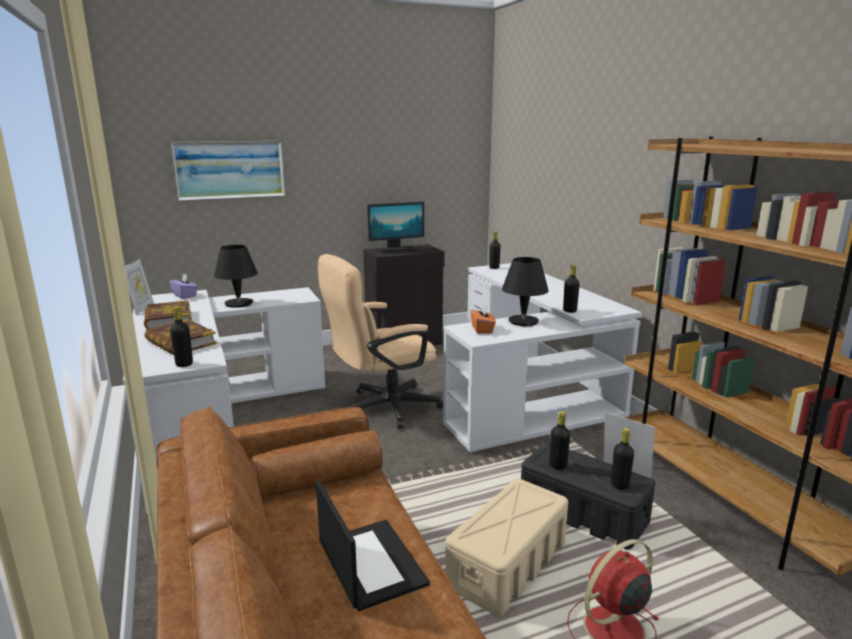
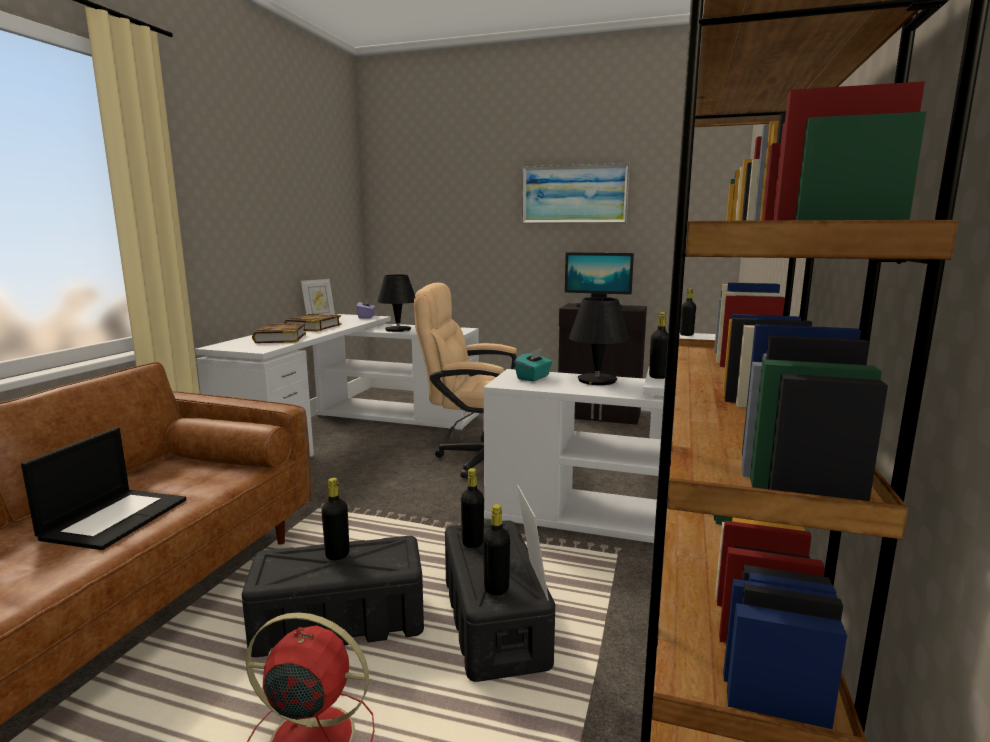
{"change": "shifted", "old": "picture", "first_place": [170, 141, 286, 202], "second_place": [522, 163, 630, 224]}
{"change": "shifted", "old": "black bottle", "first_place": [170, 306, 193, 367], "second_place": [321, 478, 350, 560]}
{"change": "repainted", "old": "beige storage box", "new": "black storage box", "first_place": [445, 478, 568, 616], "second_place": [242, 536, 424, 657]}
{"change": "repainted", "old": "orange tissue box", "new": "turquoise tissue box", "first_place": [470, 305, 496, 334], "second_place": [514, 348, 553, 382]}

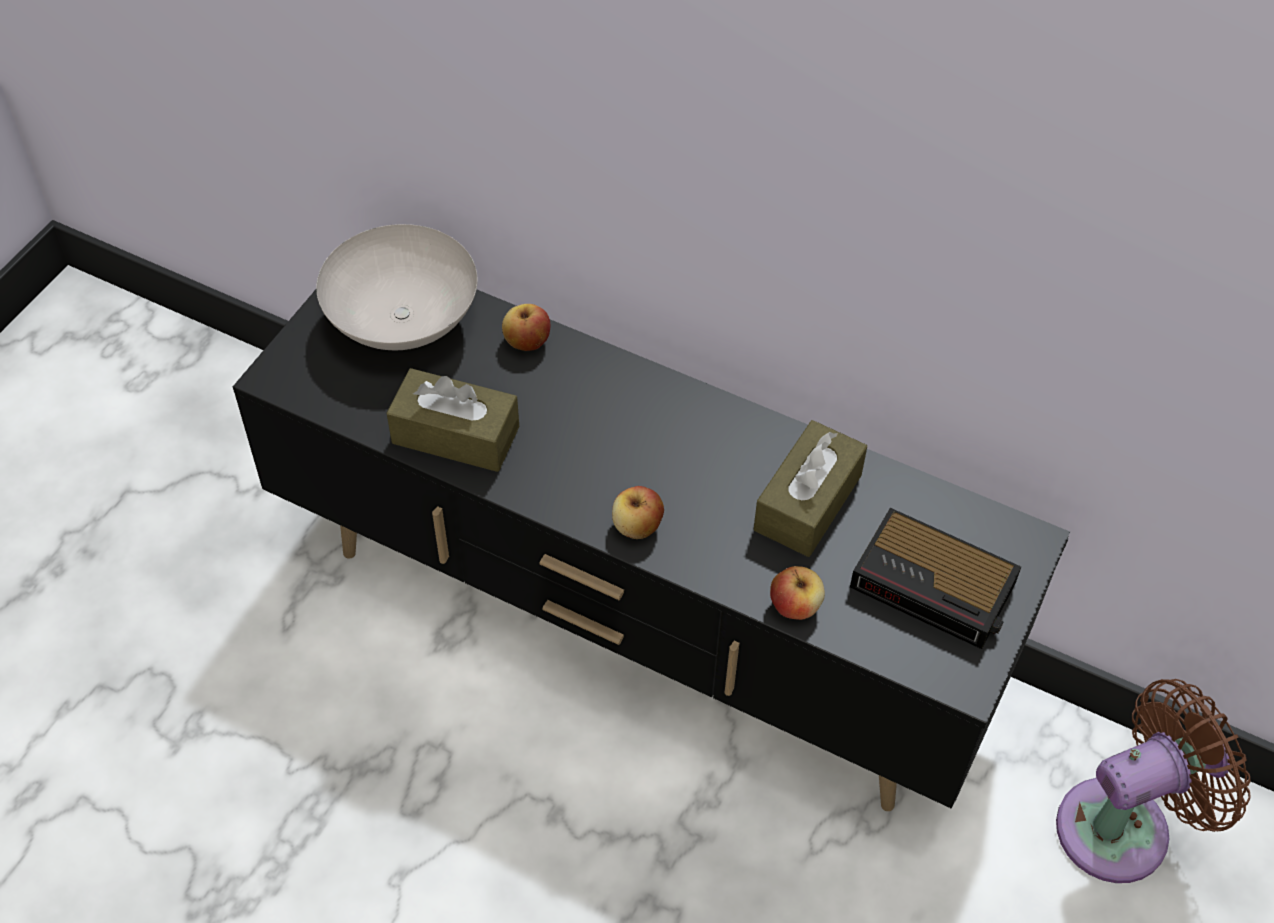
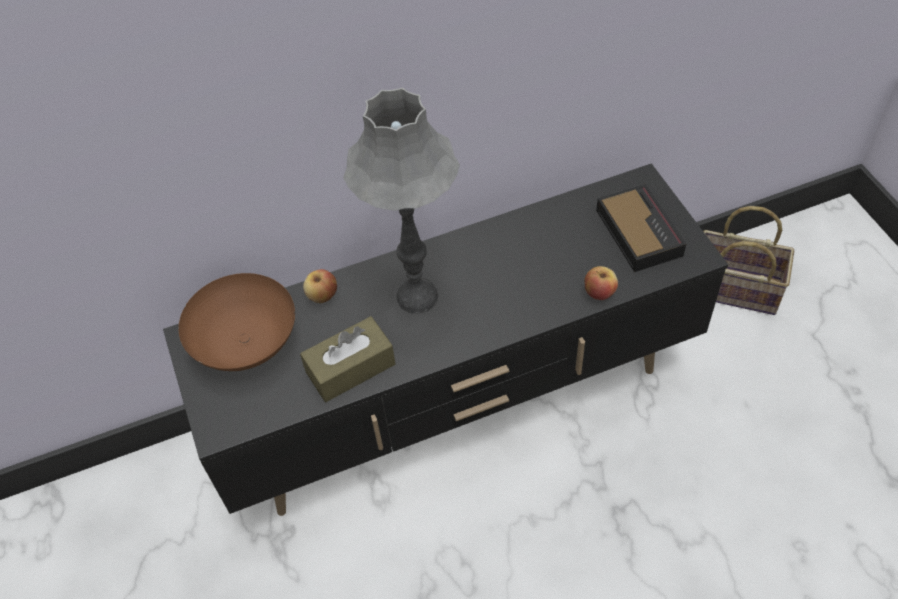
{"change": "repainted", "old": "white bowl", "new": "brown bowl", "first_place": [316, 224, 478, 350], "second_place": [178, 273, 295, 371]}
{"change": "gone", "old": "apple", "first_place": [612, 486, 664, 539]}
{"change": "gone", "old": "brown tissue box", "first_place": [754, 420, 867, 557]}
{"change": "rotated", "old": "alarm clock", "first_place": [850, 508, 1021, 649], "second_place": [596, 184, 686, 272], "degrees": -90}
{"change": "swapped", "old": "brown fan", "new": "basket", "first_place": [1056, 679, 1251, 883], "second_place": [703, 206, 794, 315]}
{"change": "new", "new": "grey table lamp", "second_place": [343, 87, 460, 314]}

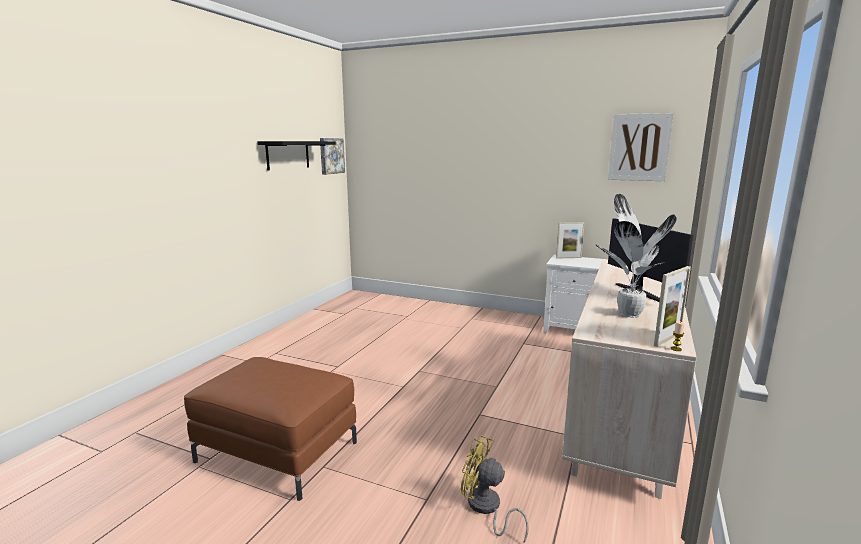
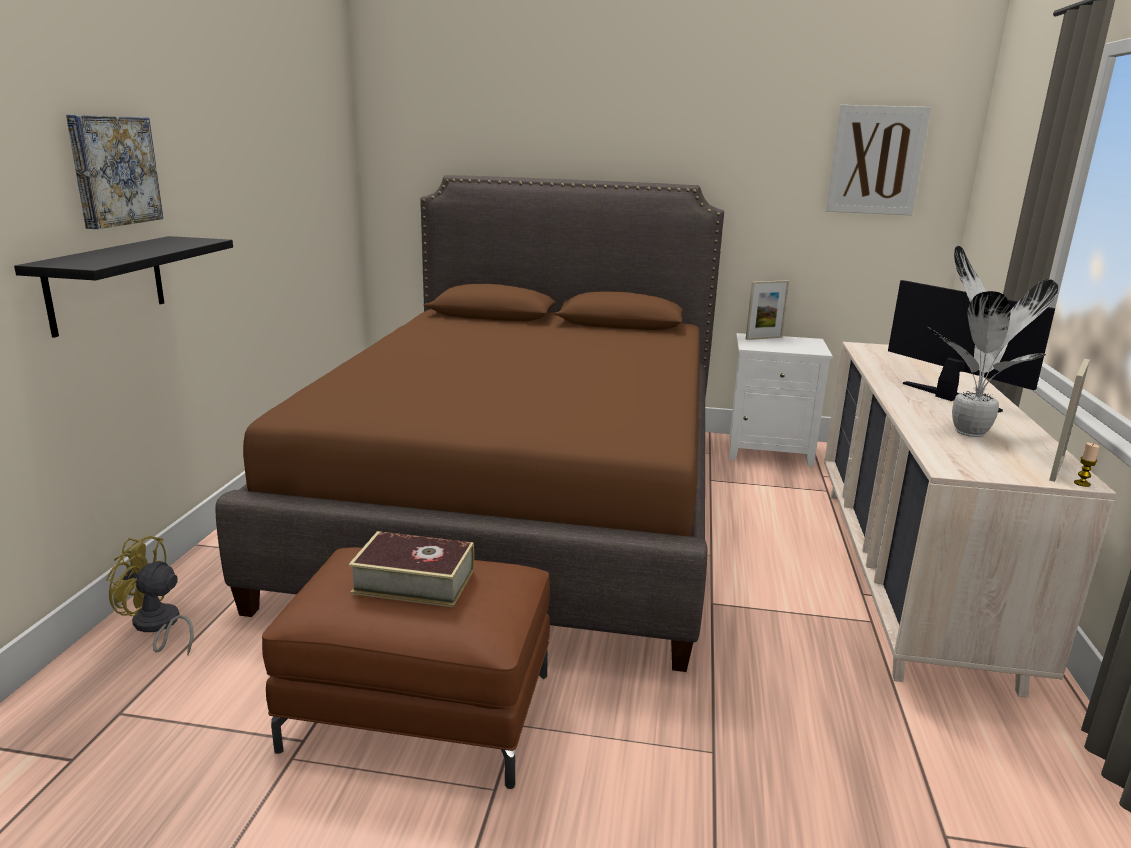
{"change": "shifted", "old": "black shelf", "first_place": [257, 141, 336, 170], "second_place": [14, 236, 233, 338]}
{"change": "shifted", "old": "picture", "first_place": [320, 138, 345, 175], "second_place": [66, 115, 163, 229]}
{"change": "shifted", "old": "yellow fan", "first_place": [461, 435, 529, 543], "second_place": [106, 536, 194, 655]}
{"change": "new", "new": "brown bed", "second_place": [215, 175, 724, 672]}
{"change": "new", "new": "book", "second_place": [349, 531, 474, 607]}

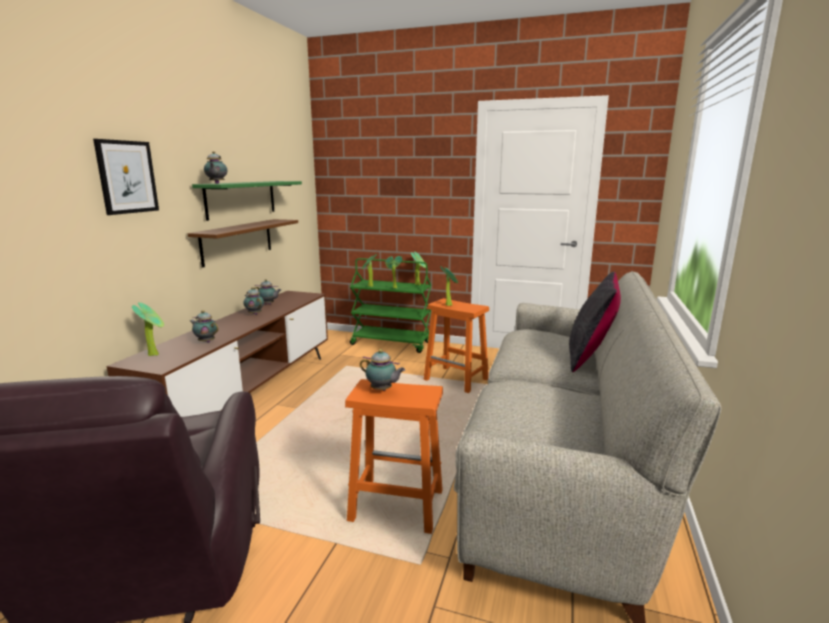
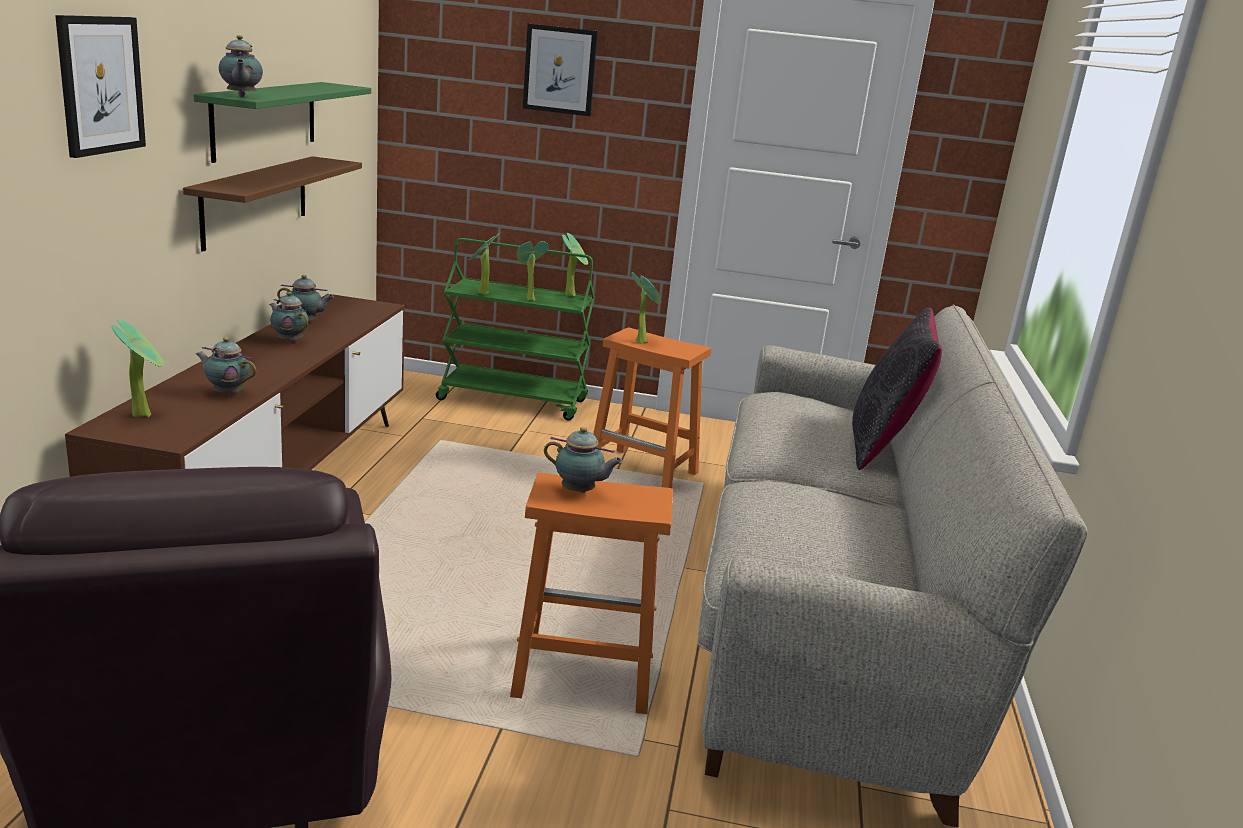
{"change": "new", "new": "picture", "second_place": [523, 24, 598, 116]}

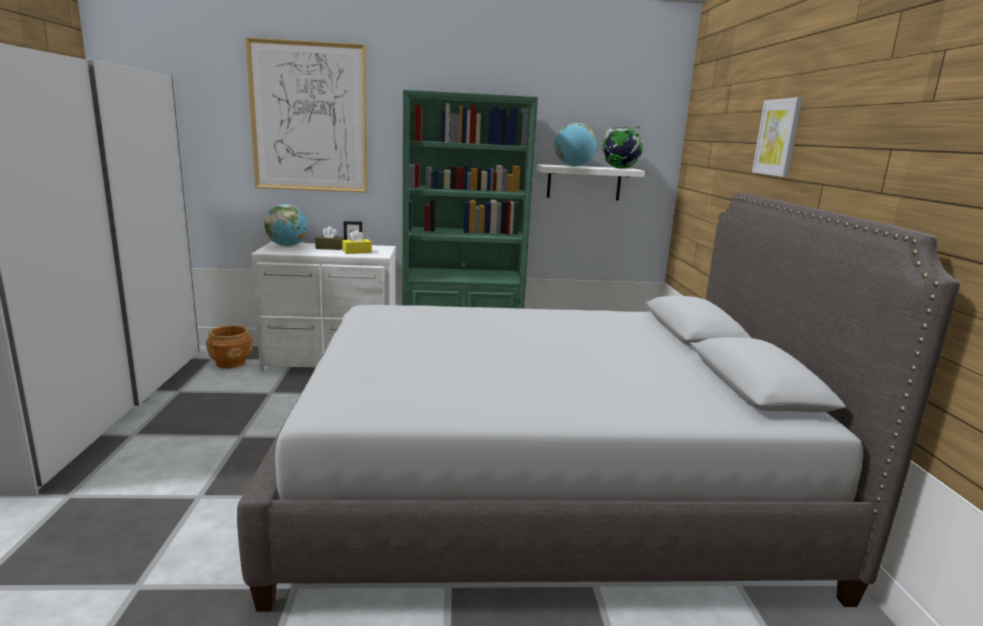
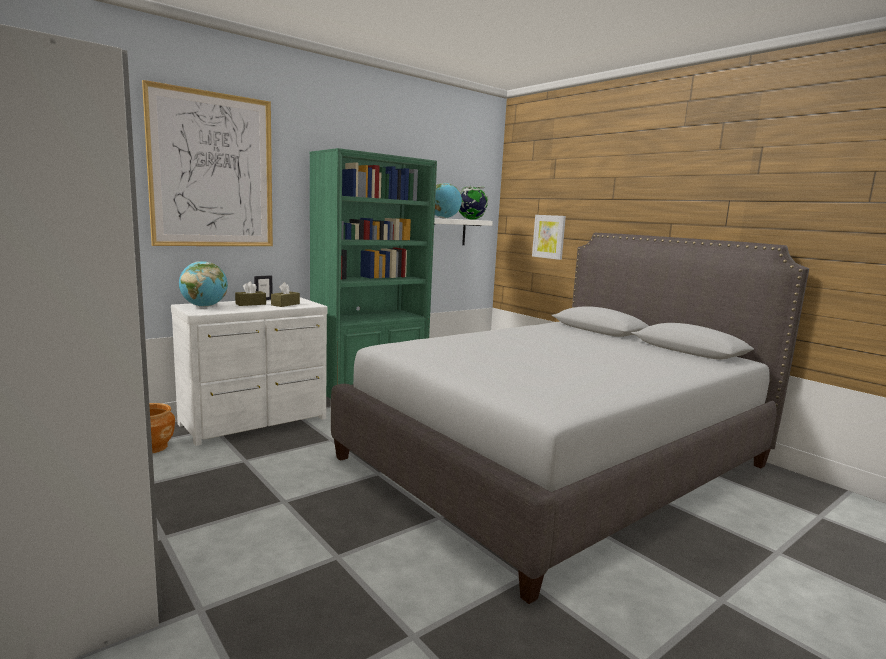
{"change": "repainted", "old": "yellow tissue box", "new": "brown tissue box", "first_place": [342, 230, 372, 254], "second_place": [271, 282, 300, 307]}
{"change": "shifted", "old": "picture", "first_place": [752, 97, 803, 177], "second_place": [532, 215, 566, 260]}

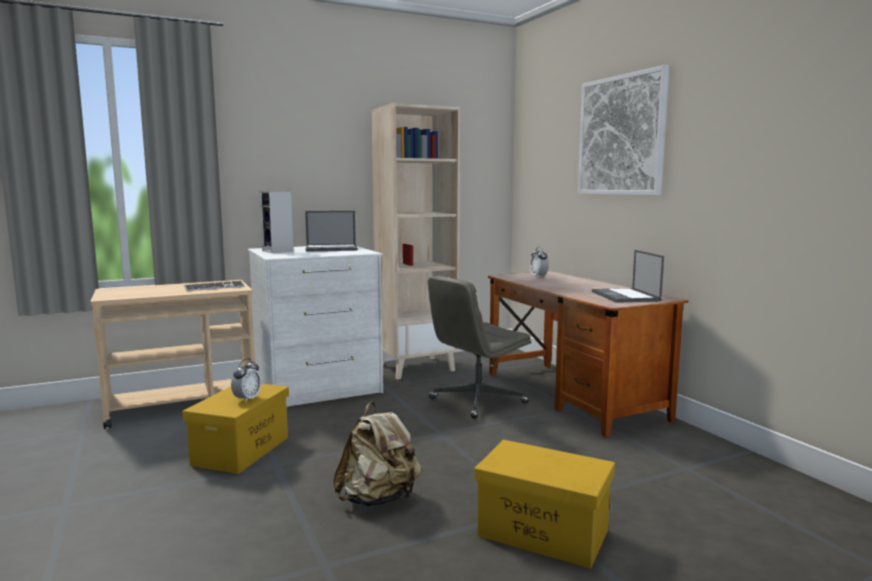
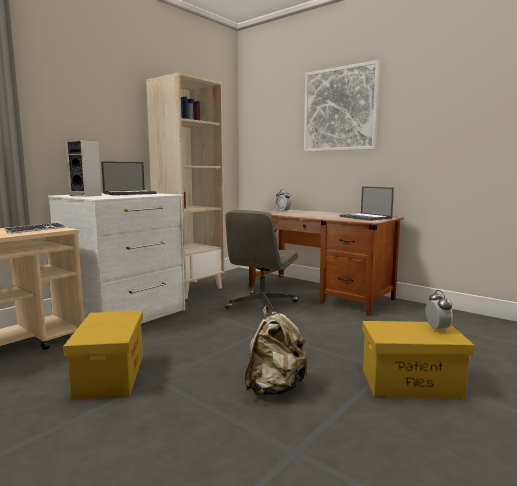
{"change": "shifted", "old": "alarm clock", "first_place": [231, 358, 261, 403], "second_place": [426, 290, 453, 332]}

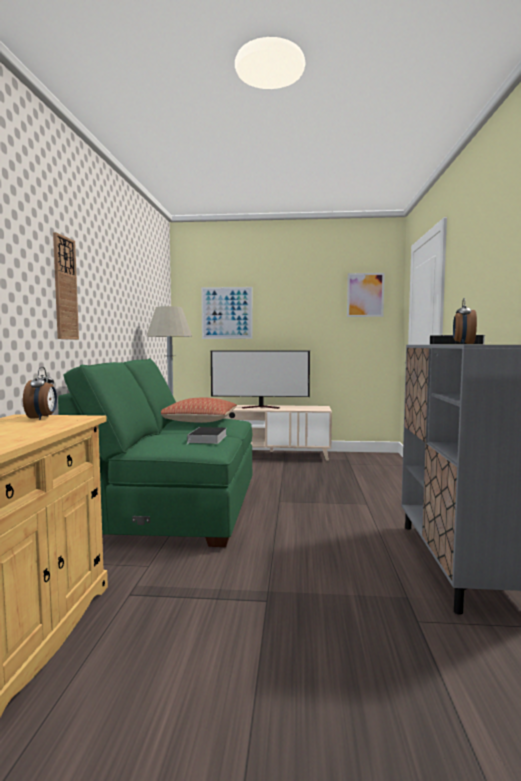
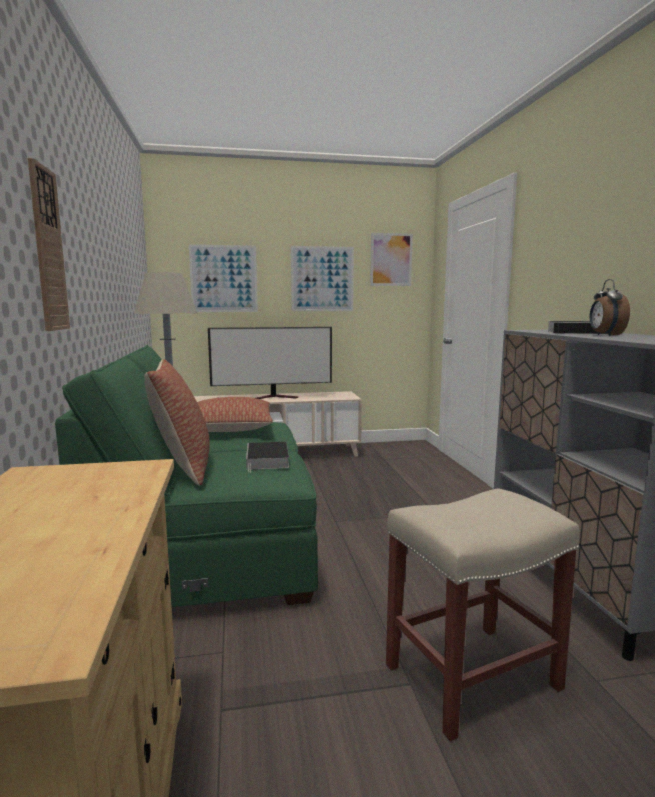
{"change": "gone", "old": "alarm clock", "first_place": [23, 367, 57, 420]}
{"change": "new", "new": "pillow", "second_place": [144, 359, 210, 486]}
{"change": "new", "new": "picture", "second_place": [291, 246, 354, 311]}
{"change": "new", "new": "beige stool", "second_place": [386, 488, 580, 742]}

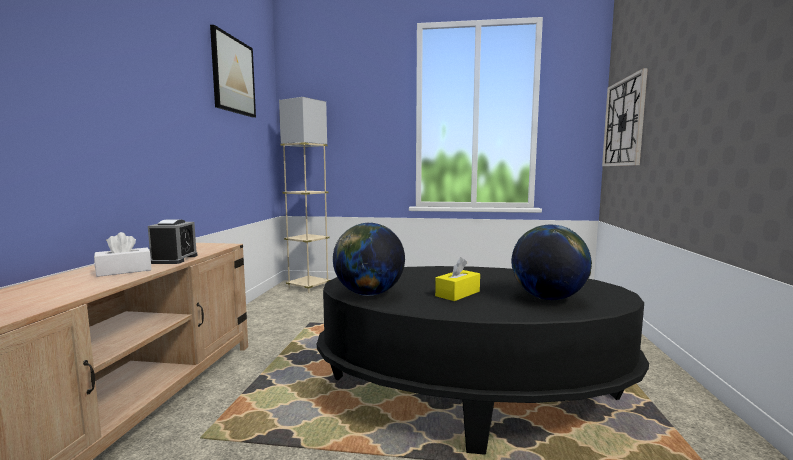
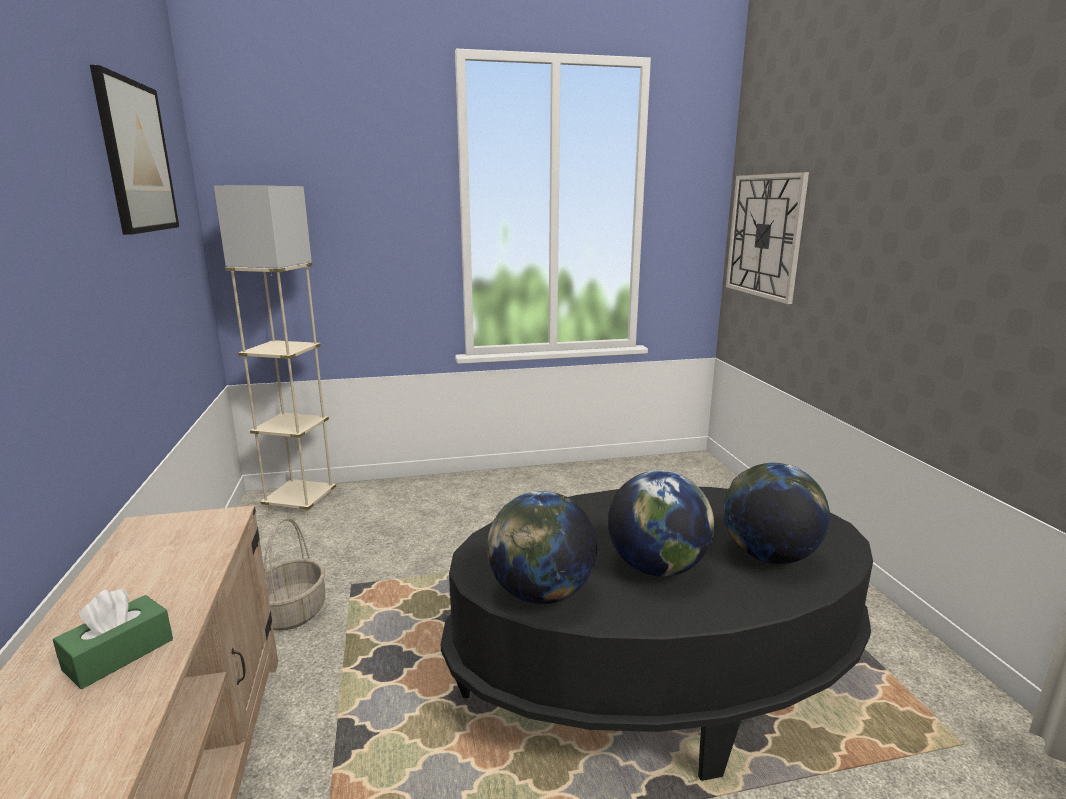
{"change": "repainted", "old": "white tissue box", "new": "green tissue box", "first_place": [94, 232, 152, 277], "second_place": [53, 589, 173, 689]}
{"change": "gone", "old": "alarm clock", "first_place": [148, 220, 197, 264]}
{"change": "swapped", "old": "yellow tissue box", "new": "globe", "first_place": [435, 257, 480, 301], "second_place": [608, 470, 714, 577]}
{"change": "new", "new": "basket", "second_place": [264, 518, 325, 631]}

